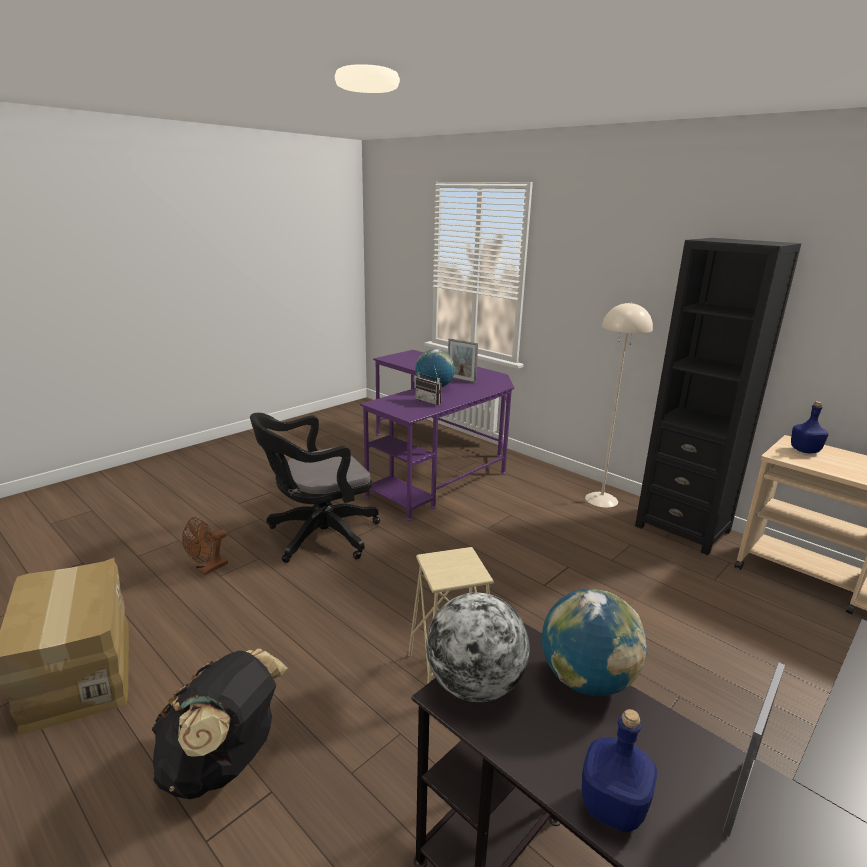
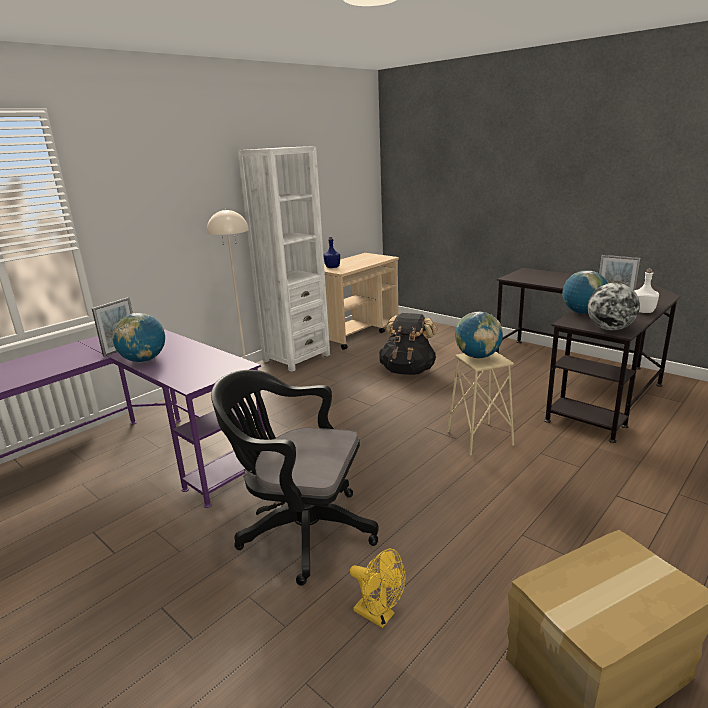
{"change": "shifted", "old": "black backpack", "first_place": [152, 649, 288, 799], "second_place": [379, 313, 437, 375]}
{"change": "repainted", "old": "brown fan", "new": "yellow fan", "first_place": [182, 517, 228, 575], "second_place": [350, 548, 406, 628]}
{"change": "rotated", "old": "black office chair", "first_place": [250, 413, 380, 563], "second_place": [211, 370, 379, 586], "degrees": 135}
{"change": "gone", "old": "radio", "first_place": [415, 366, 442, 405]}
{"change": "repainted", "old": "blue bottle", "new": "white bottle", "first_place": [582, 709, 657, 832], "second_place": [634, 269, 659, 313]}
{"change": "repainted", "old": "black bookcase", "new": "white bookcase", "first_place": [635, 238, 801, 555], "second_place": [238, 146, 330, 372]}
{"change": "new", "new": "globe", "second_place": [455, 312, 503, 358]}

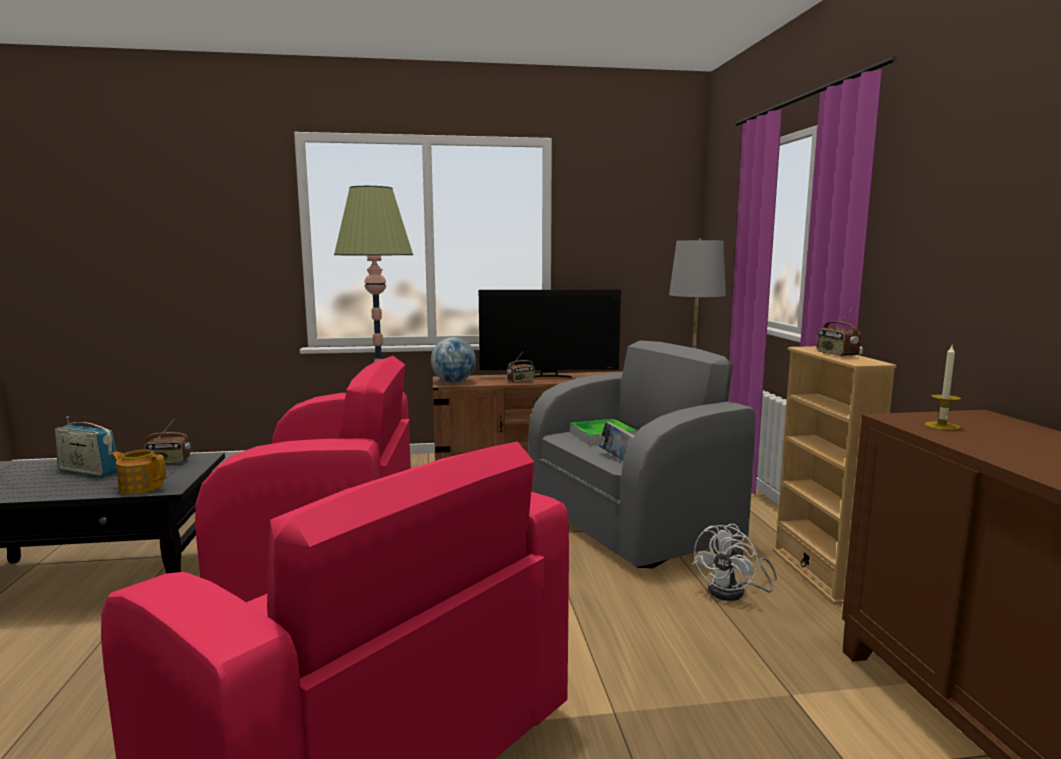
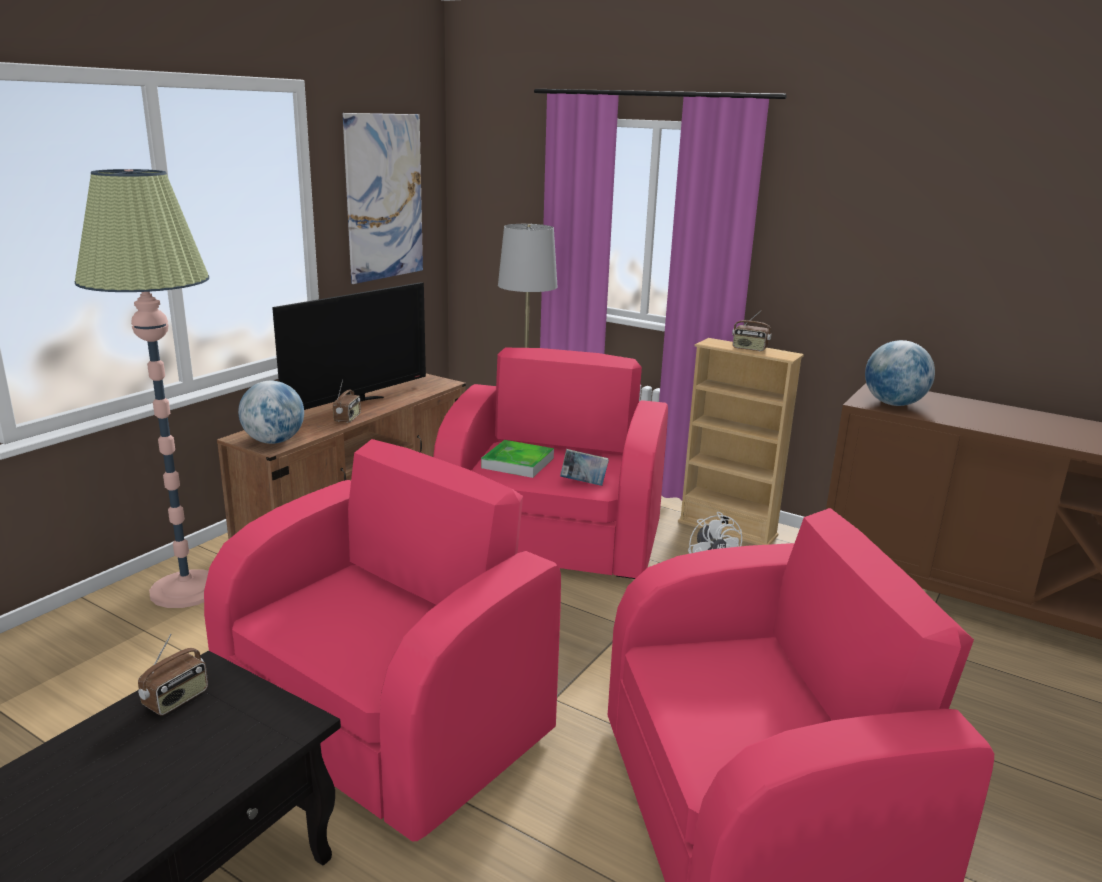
{"change": "gone", "old": "radio", "first_place": [55, 416, 117, 477]}
{"change": "gone", "old": "teapot", "first_place": [110, 450, 166, 494]}
{"change": "repainted", "old": "grey armchair", "new": "pink armchair", "first_place": [528, 340, 756, 568], "second_place": [433, 348, 668, 579]}
{"change": "swapped", "old": "candle", "new": "globe", "first_place": [925, 346, 961, 430], "second_place": [865, 340, 935, 406]}
{"change": "new", "new": "picture", "second_place": [343, 113, 423, 284]}

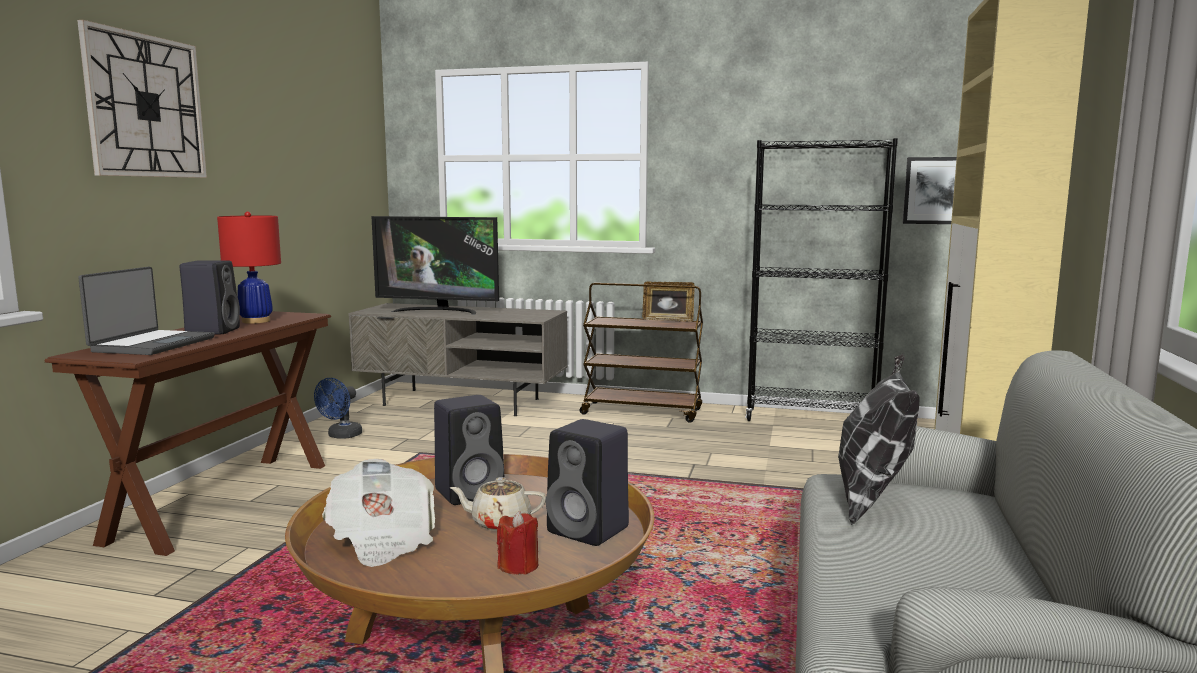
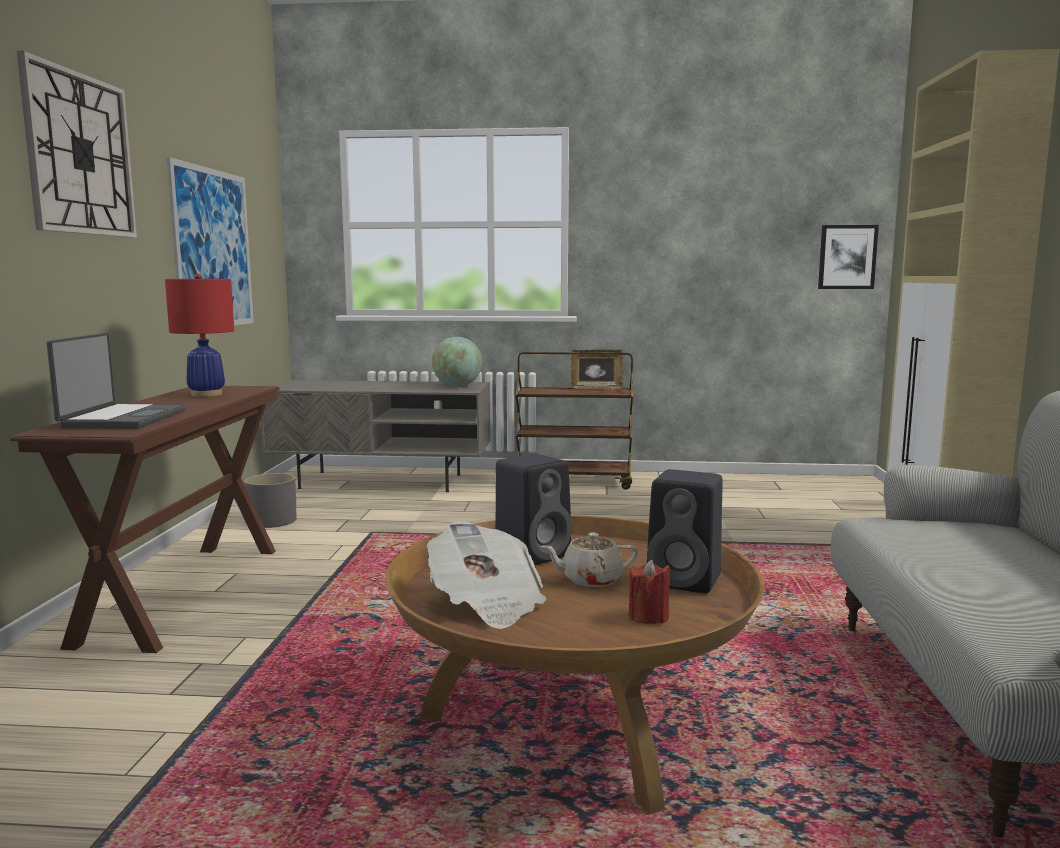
{"change": "gone", "old": "black speaker", "first_place": [180, 260, 240, 334]}
{"change": "swapped", "old": "blue fan", "new": "grey planter", "first_place": [314, 378, 362, 439], "second_place": [245, 473, 297, 528]}
{"change": "gone", "old": "television", "first_place": [371, 216, 499, 315]}
{"change": "gone", "old": "black bookcase", "first_place": [745, 138, 898, 421]}
{"change": "gone", "old": "pillow", "first_place": [838, 354, 920, 525]}
{"change": "new", "new": "picture", "second_place": [167, 157, 254, 326]}
{"change": "new", "new": "globe", "second_place": [432, 337, 482, 387]}

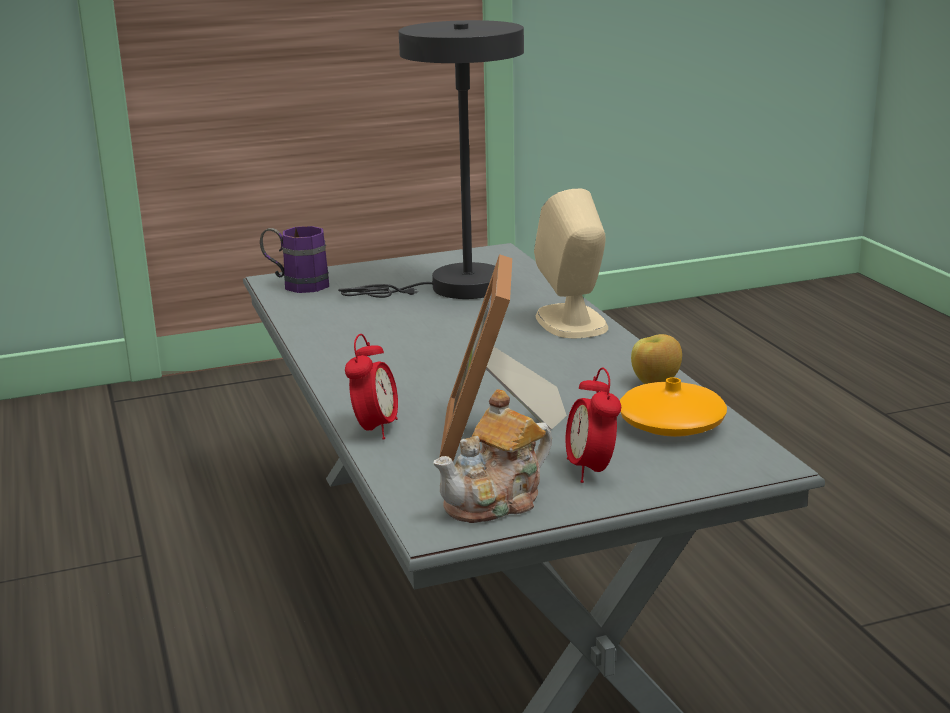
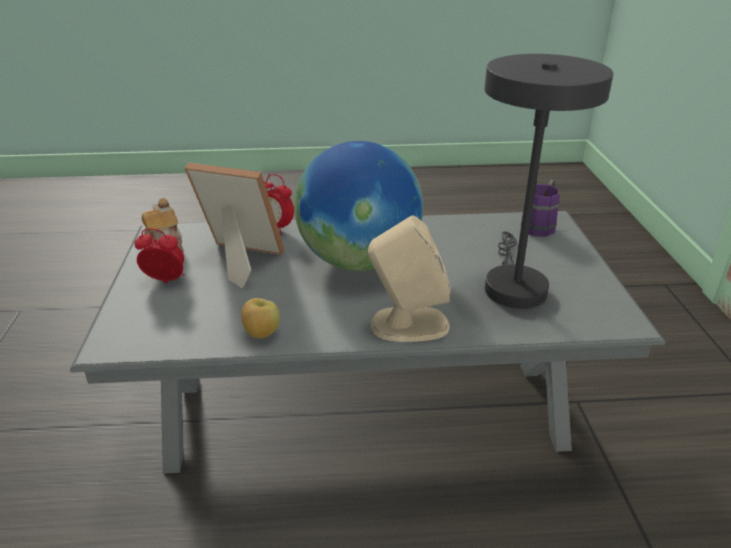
{"change": "gone", "old": "orange vase", "first_place": [620, 377, 727, 437]}
{"change": "new", "new": "globe", "second_place": [294, 141, 423, 271]}

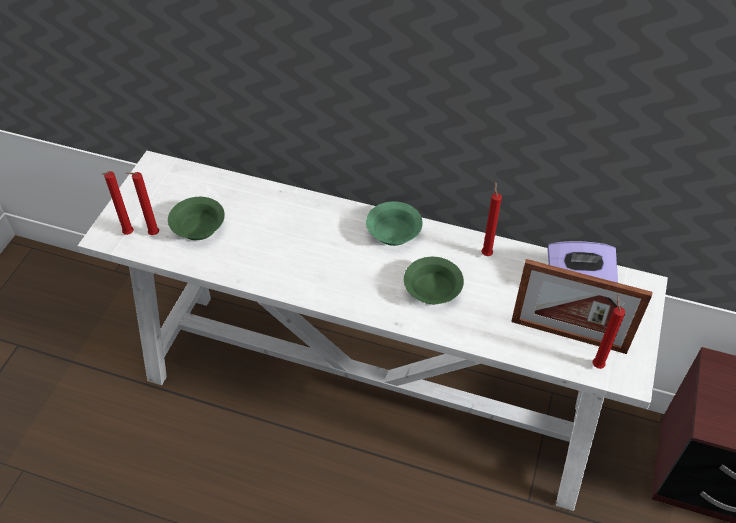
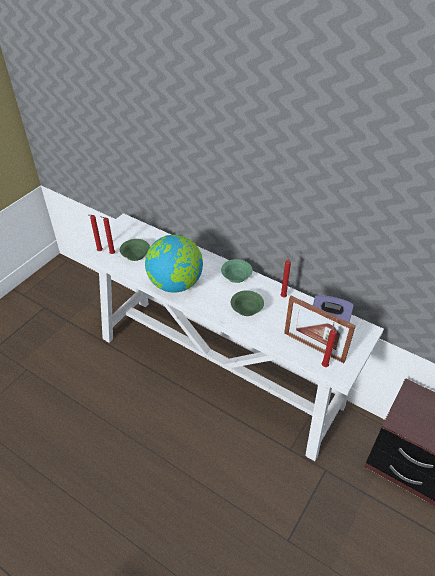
{"change": "new", "new": "globe", "second_place": [145, 235, 203, 293]}

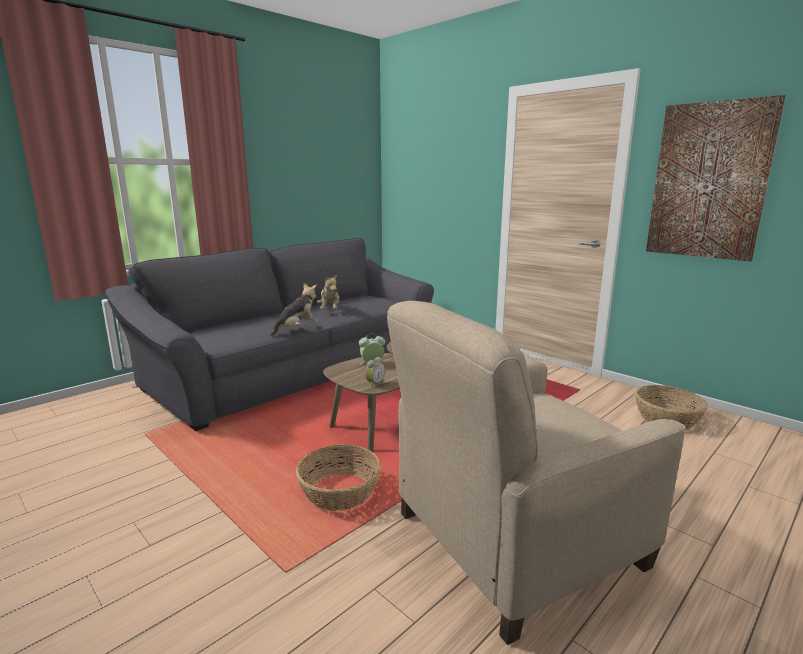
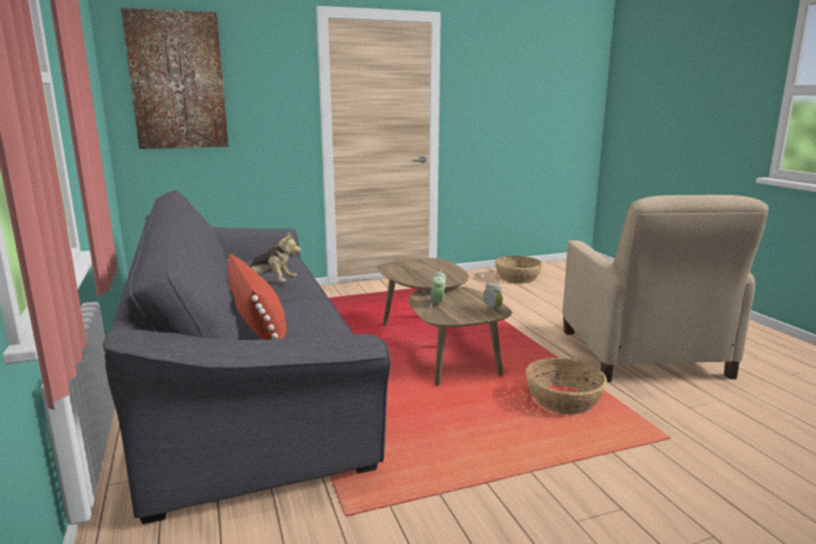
{"change": "gone", "old": "plush toy", "first_place": [270, 283, 318, 336]}
{"change": "shifted", "old": "picture", "first_place": [646, 95, 786, 261], "second_place": [121, 8, 229, 149]}
{"change": "new", "new": "red pillow", "second_place": [227, 254, 286, 340]}

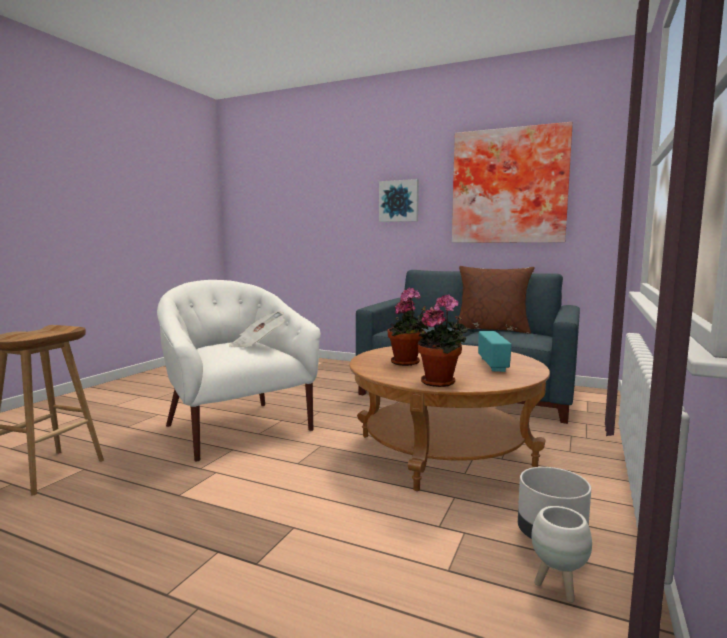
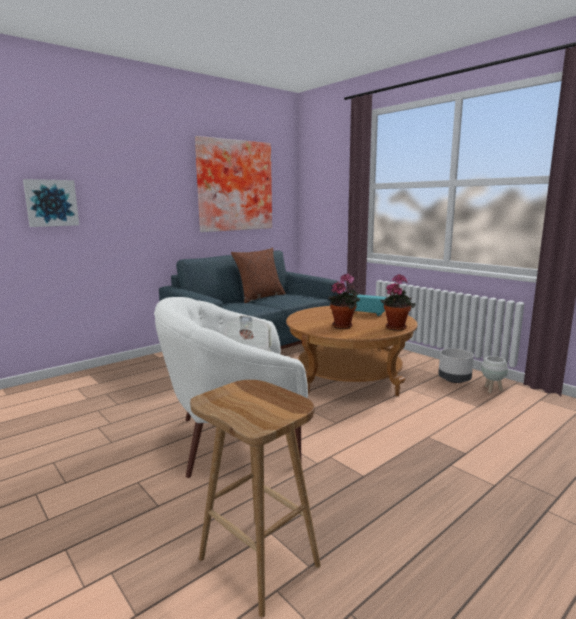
{"change": "shifted", "old": "picture", "first_place": [379, 179, 419, 222], "second_place": [23, 179, 79, 227]}

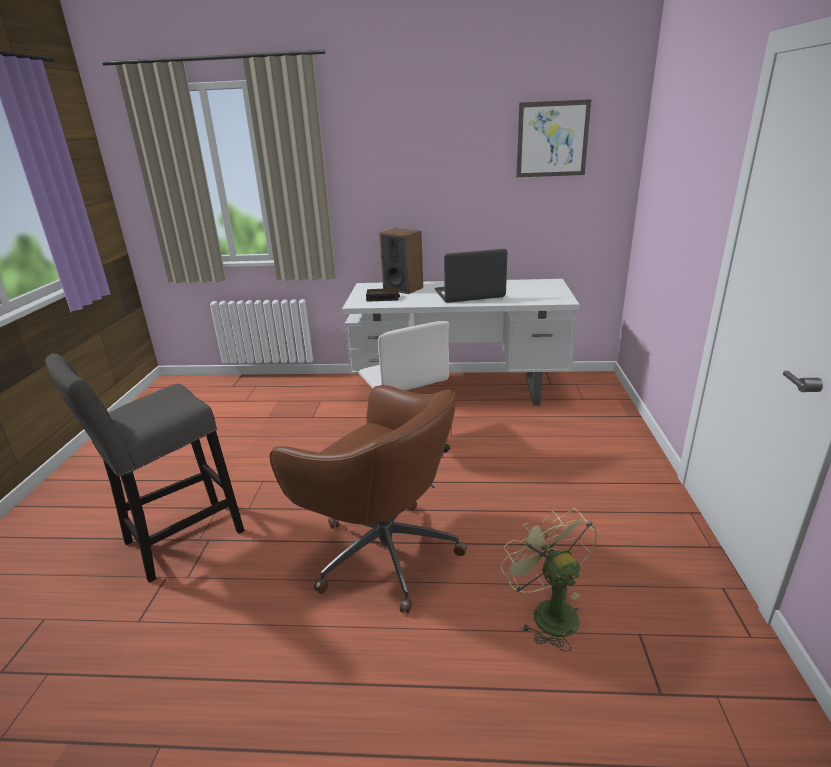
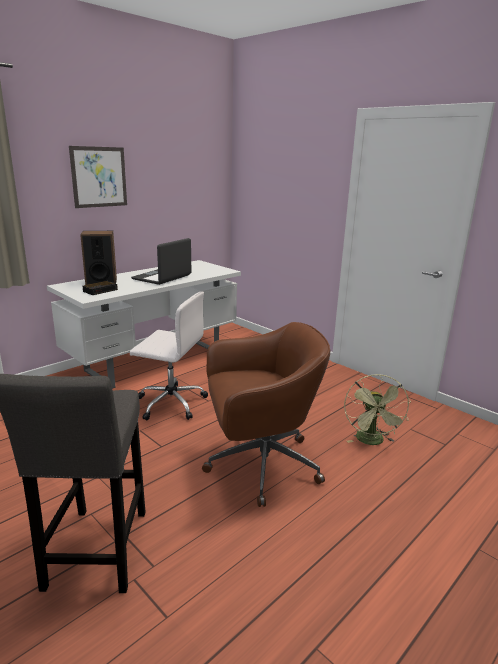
{"change": "rotated", "old": "green fan", "first_place": [500, 508, 598, 652], "second_place": [344, 374, 411, 445], "degrees": -105}
{"change": "shifted", "old": "picture", "first_place": [516, 99, 591, 177], "second_place": [69, 146, 127, 208]}

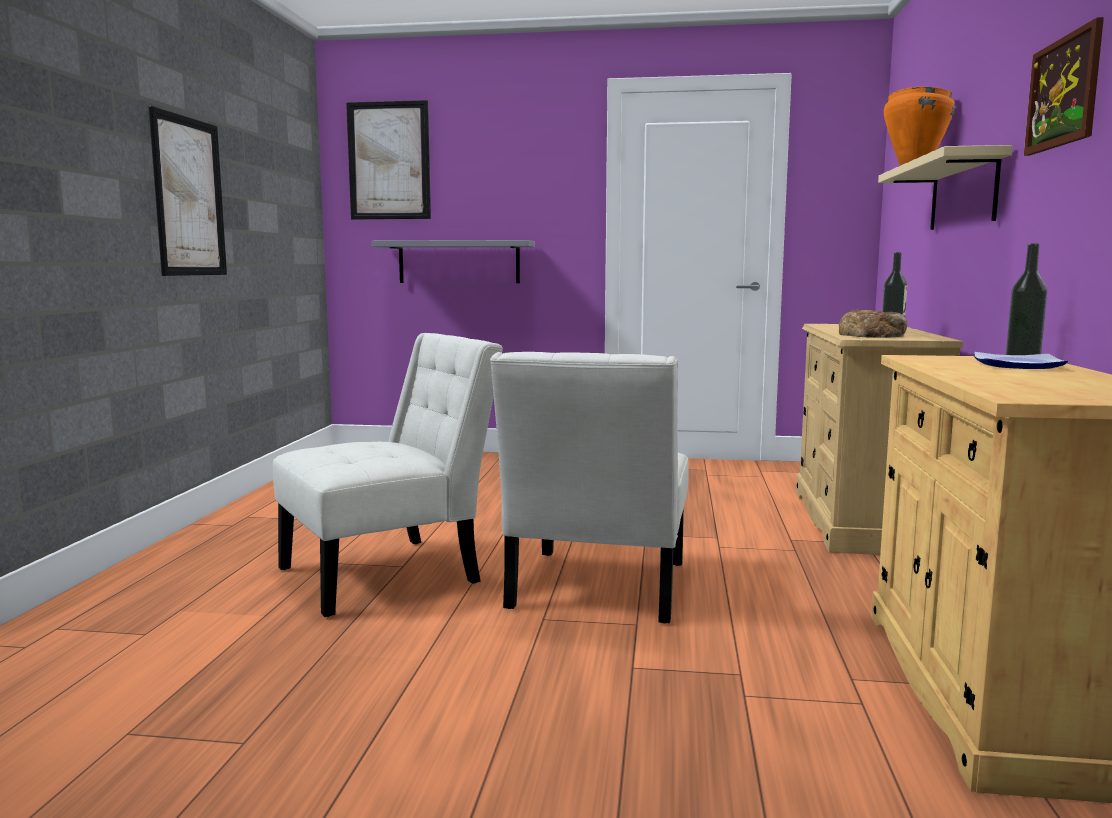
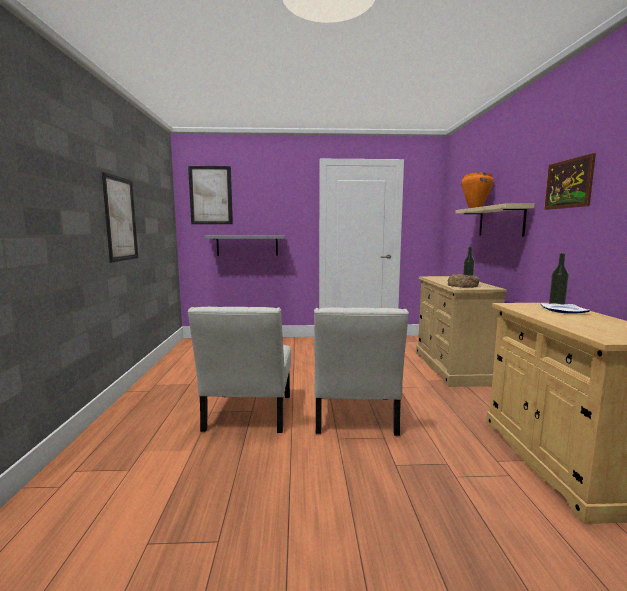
{"change": "rotated", "old": "white chair", "first_place": [273, 333, 503, 617], "second_place": [187, 307, 291, 433], "degrees": 135}

